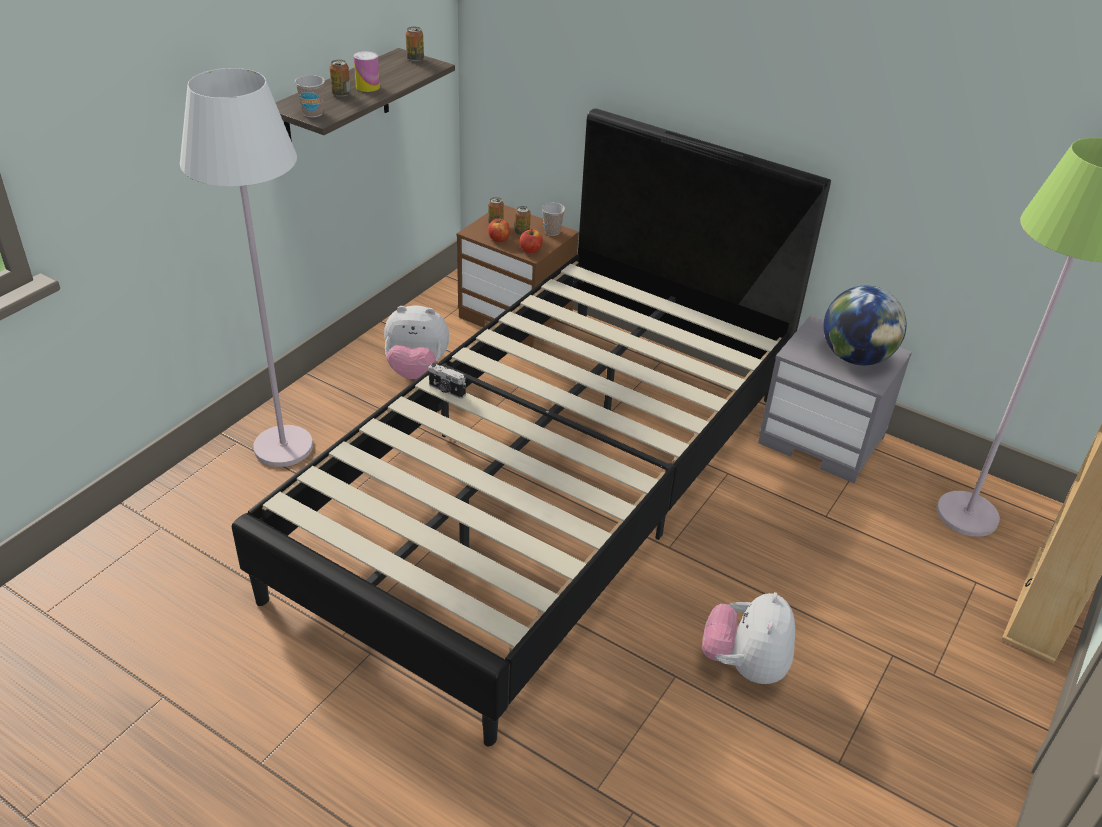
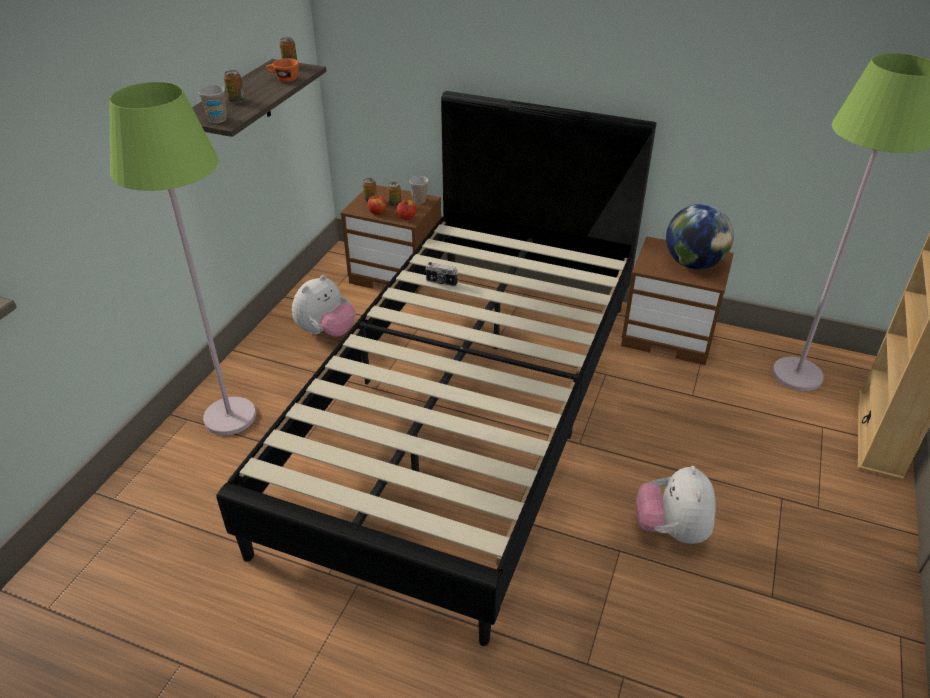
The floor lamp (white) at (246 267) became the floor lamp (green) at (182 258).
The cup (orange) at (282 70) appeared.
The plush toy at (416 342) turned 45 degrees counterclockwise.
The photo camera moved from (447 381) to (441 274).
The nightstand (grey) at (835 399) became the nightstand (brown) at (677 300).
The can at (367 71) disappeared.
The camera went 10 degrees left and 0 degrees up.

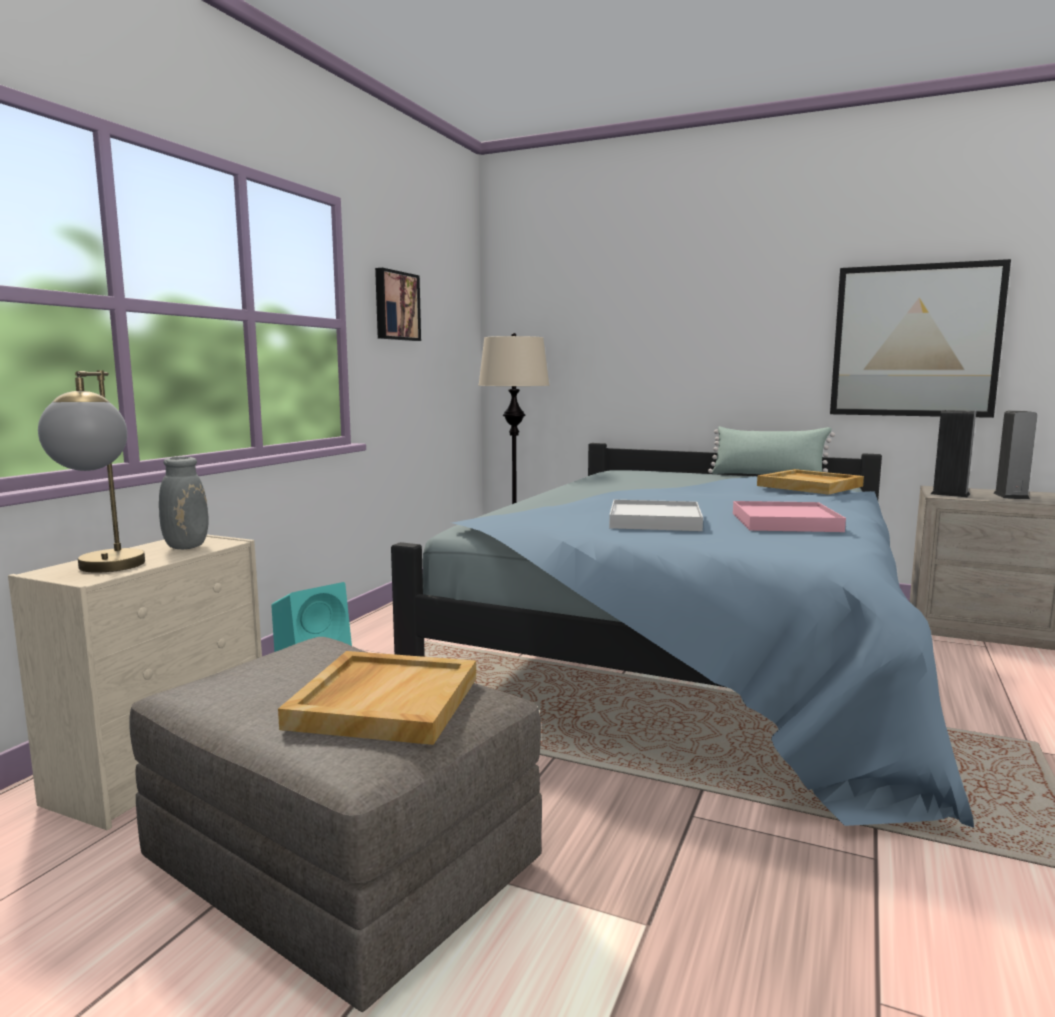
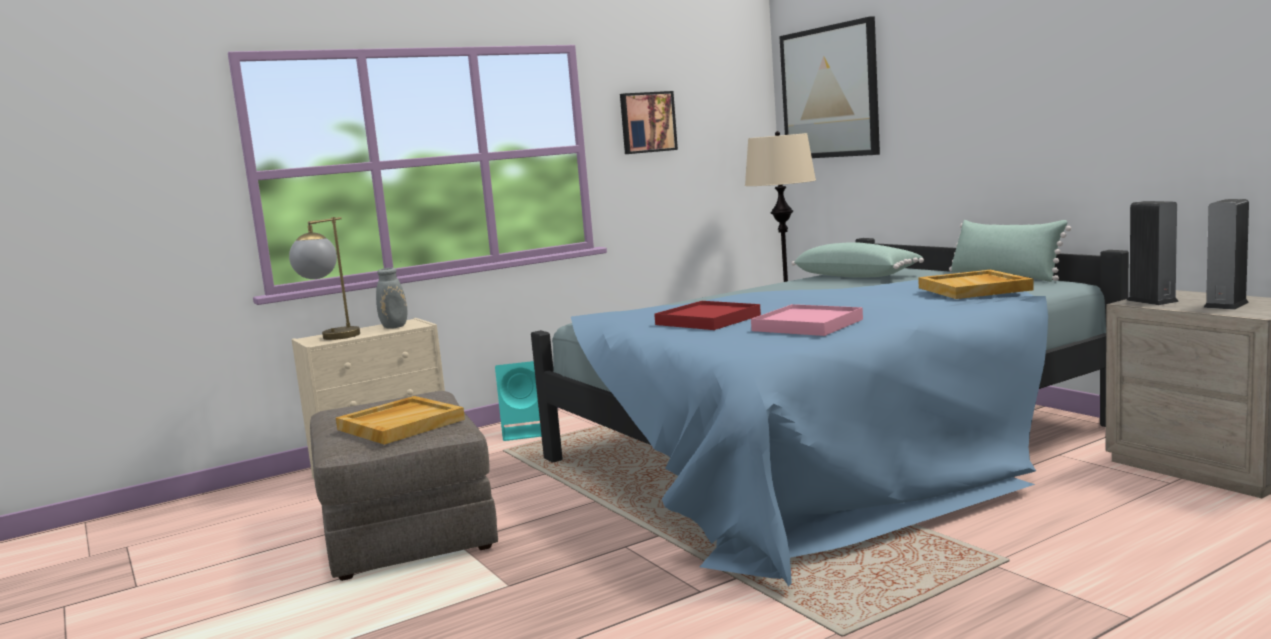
The tray (white) at (656 515) became the tray (red) at (707 315).
The picture moved from (920 338) to (829 87).
The pillow (green) at (858 260) appeared.
The camera went 35 degrees right and 0 degrees up.

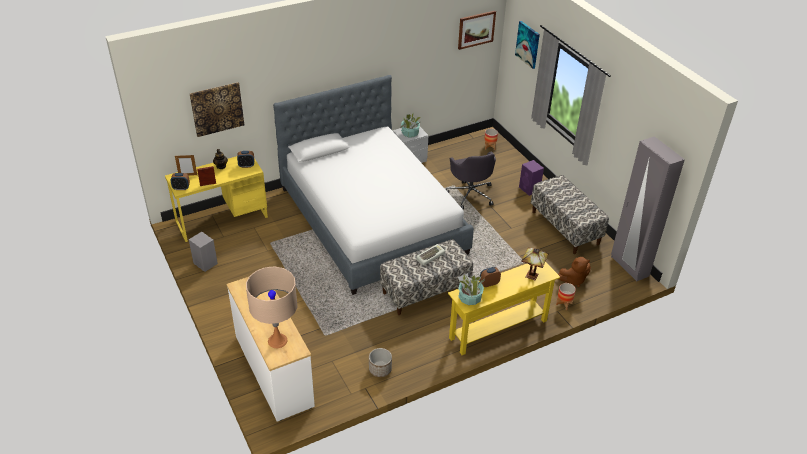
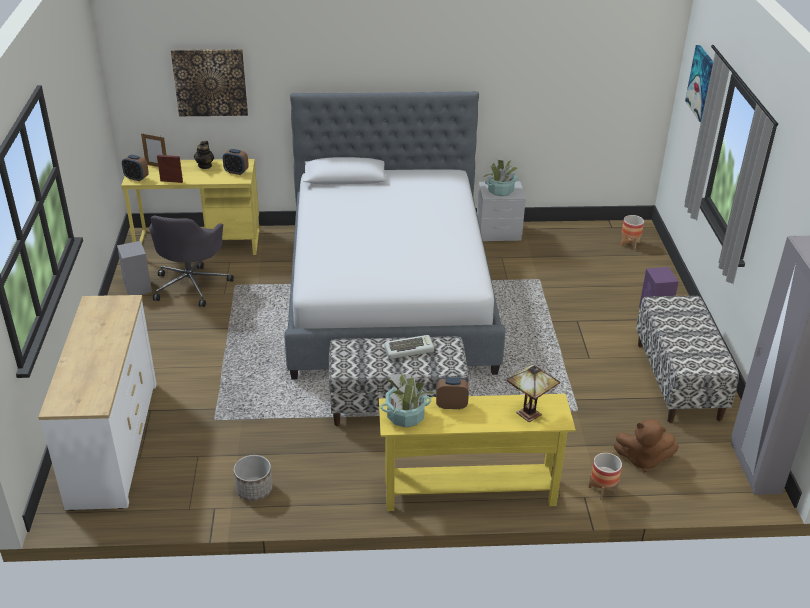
The office chair (grey) moved from (471 180) to (191 261).
The table lamp (beige) at (271 307) disappeared.
The picture at (477 30) disappeared.
The camera went 25 degrees right and 5 degrees down.

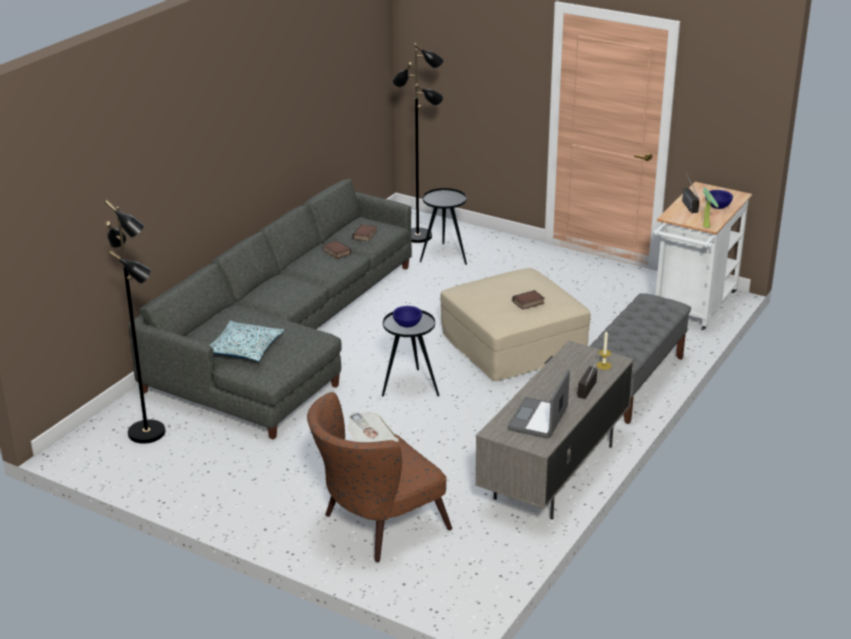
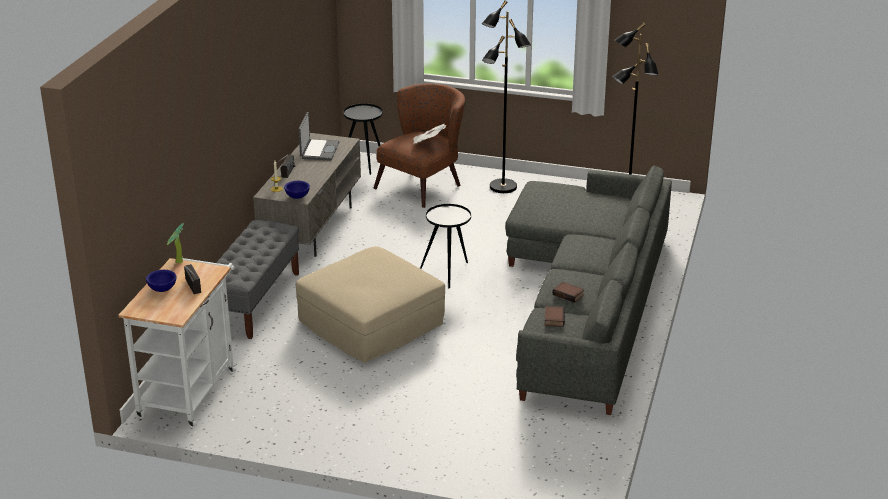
The bowl (blue) moved from (407 317) to (297 190).
The side table (black) moved from (443 226) to (363 139).
The floor lamp (black) moved from (418 143) to (506 96).
The pillow at (246 341) disappeared.
The book at (528 300) disappeared.
The camera went 165 degrees right and 0 degrees up.

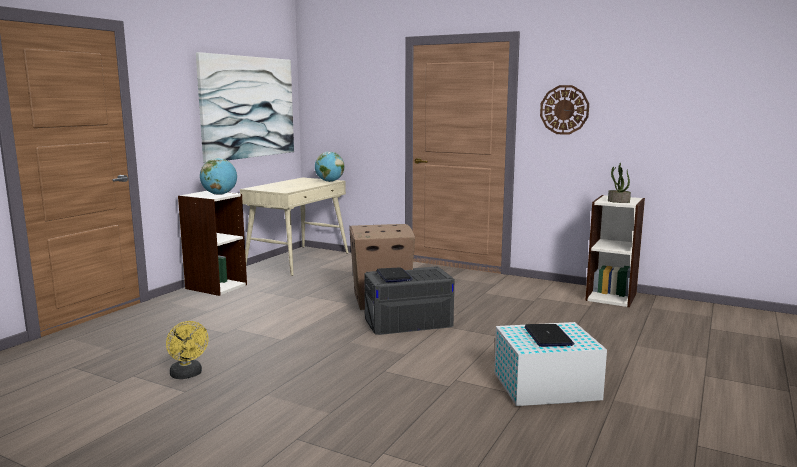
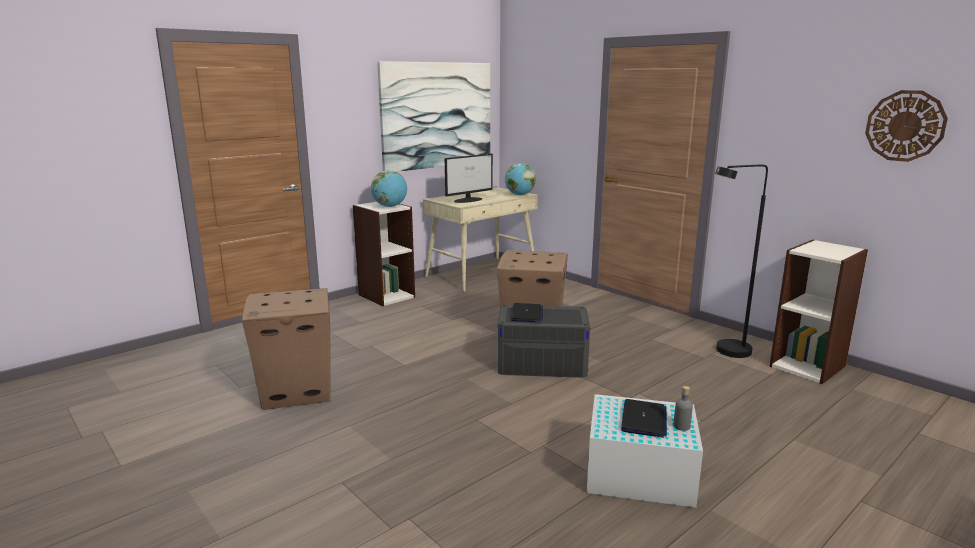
The fan (yellow) at (187 350) was replaced by the cardboard box at (286 349).
The monitor at (469 178) appeared.
The bottle (grey) at (683 408) appeared.
The floor lamp (black) at (741 261) appeared.
The wall clock moved from (564 110) to (906 126).
The potted plant at (619 183) disappeared.
The camera went 20 degrees right and 5 degrees up.

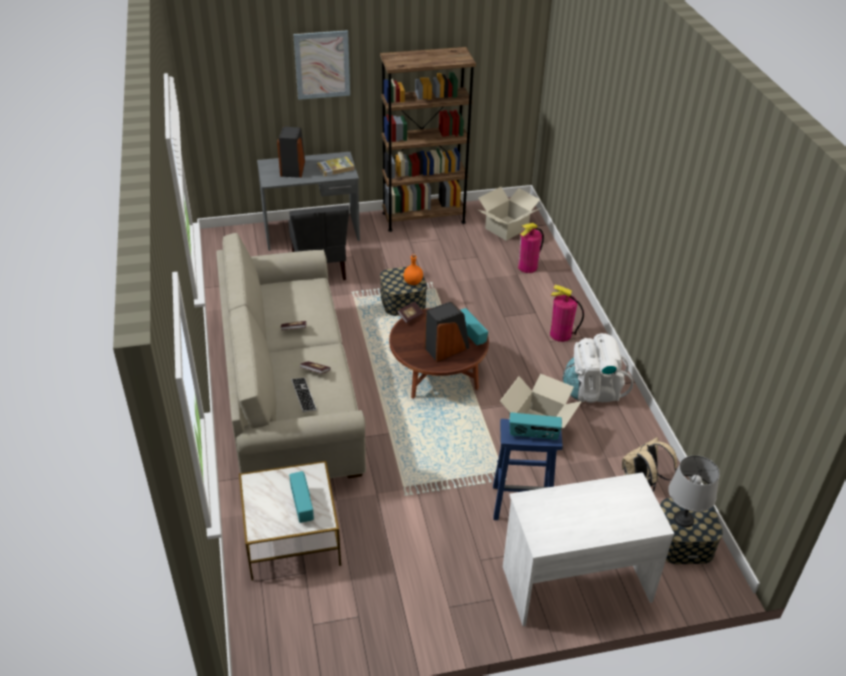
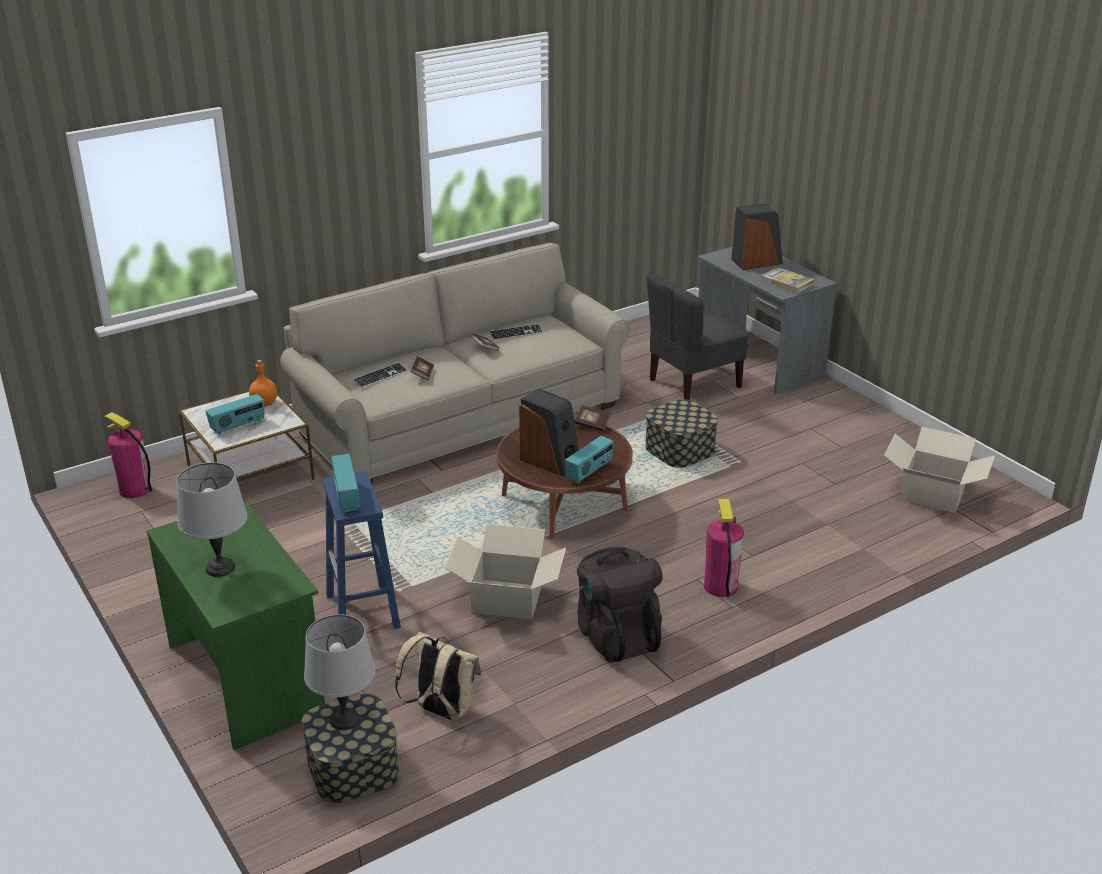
The fire extinguisher moved from (531 248) to (128 455).
The desk (white) at (588 549) became the desk (green) at (236 625).
The table lamp (grey) at (212 519) appeared.
The bottle (orange) moved from (413 269) to (263 383).
The keyboard at (516 332) appeared.
The backpack (white) at (598 368) became the backpack (black) at (620 605).
The picture at (321 65) disappeared.
The bookcase (brown) at (428 139) disappeared.
The camera went 70 degrees right and 10 degrees down.

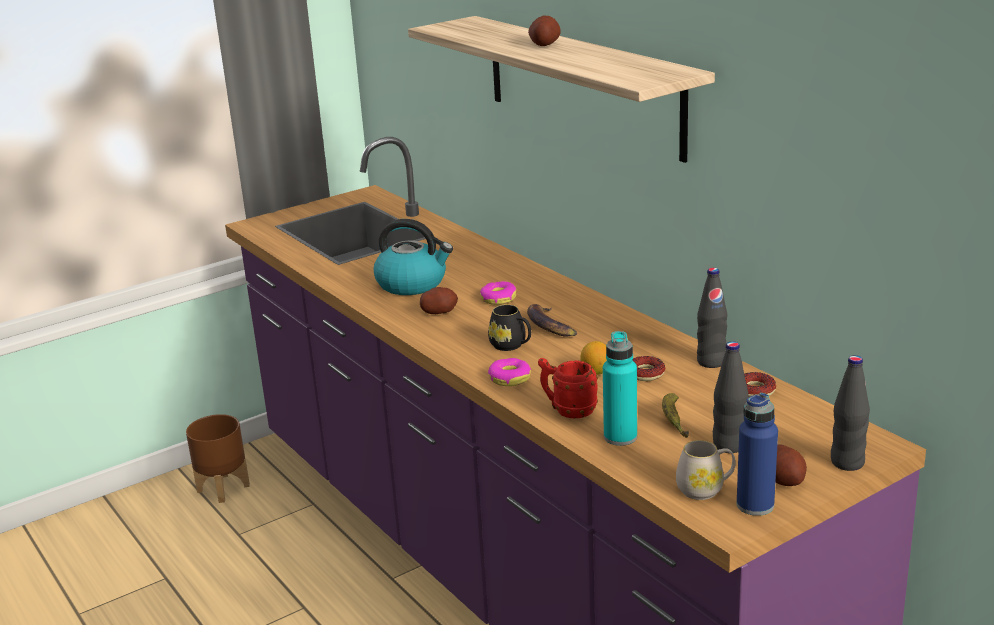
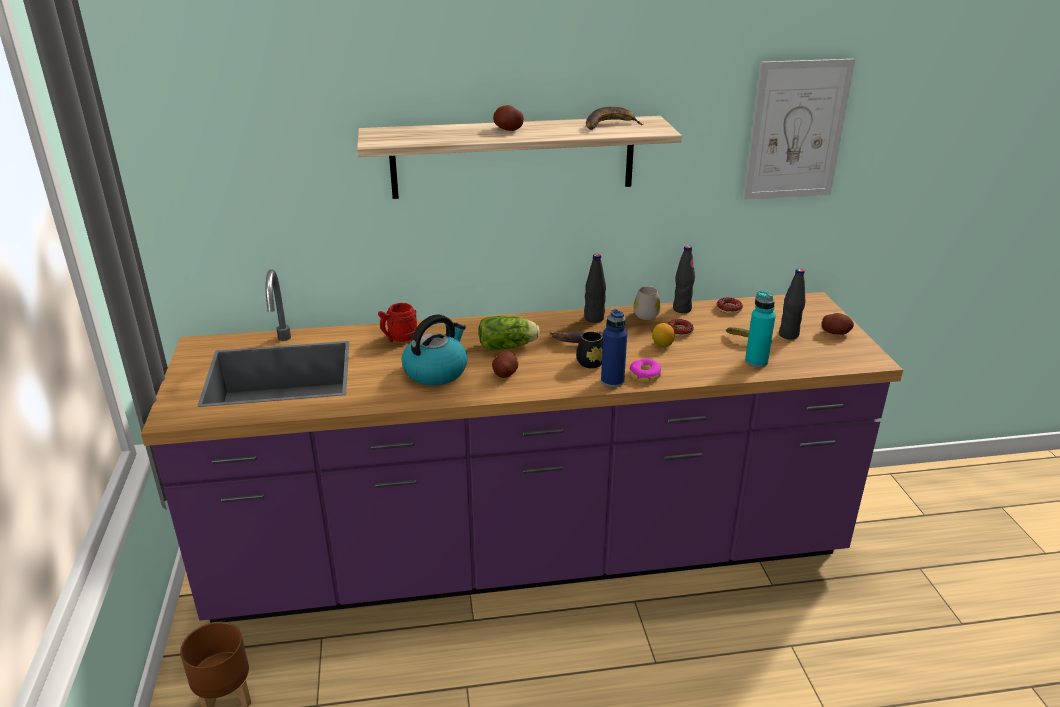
The mug (red) moved from (568 388) to (397 322).
The donut at (498 293) was replaced by the lettuce at (509 333).
The bottle (black) moved from (850 413) to (595 288).
The banana at (614 118) appeared.
The bottle (blue) moved from (757 454) to (614 348).
The mug (white) moved from (706 470) to (647 303).
The picture at (799 129) appeared.
The camera went 65 degrees left and 5 degrees up.

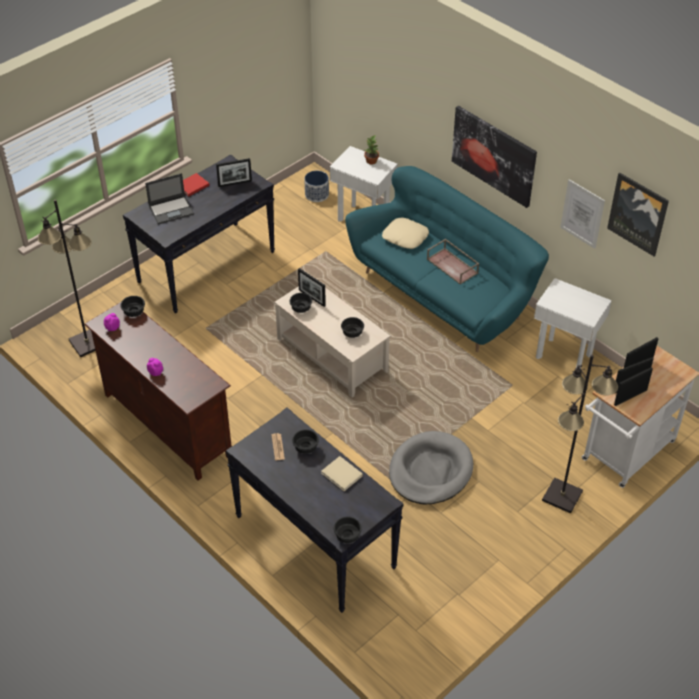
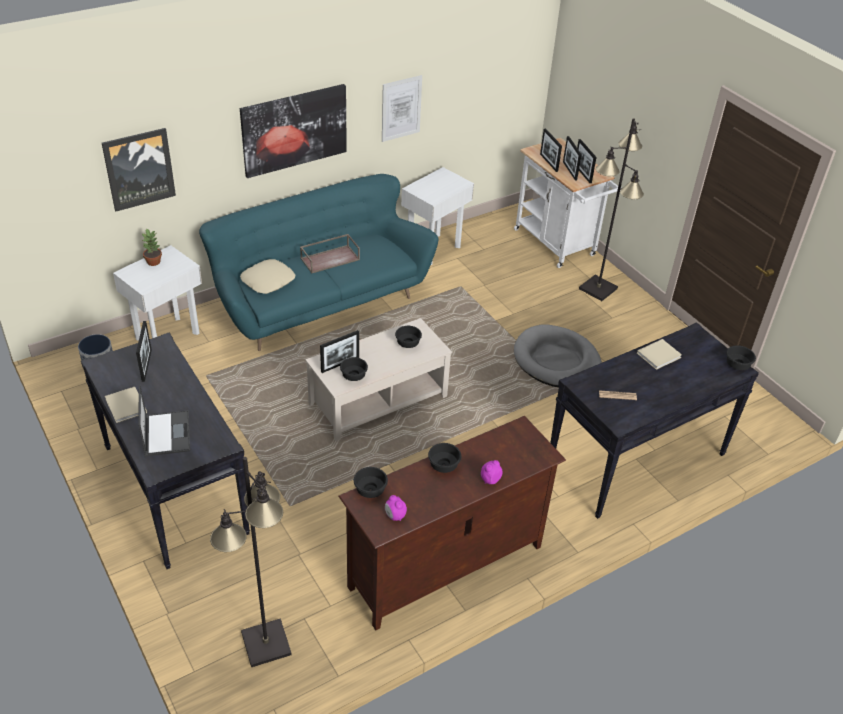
The picture moved from (638 214) to (139 169).
The book (red) at (196 184) became the book (beige) at (126 405).
The bowl (black) moved from (305 441) to (444 458).
The camera went 80 degrees left and 5 degrees down.

